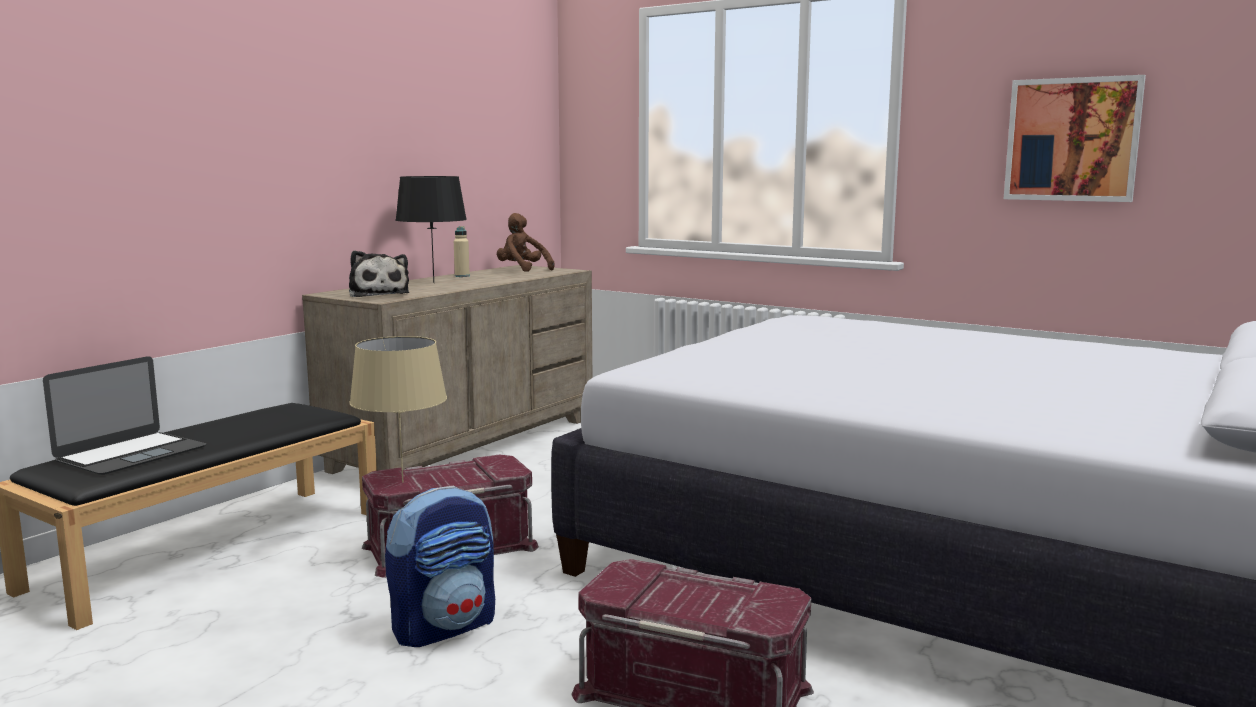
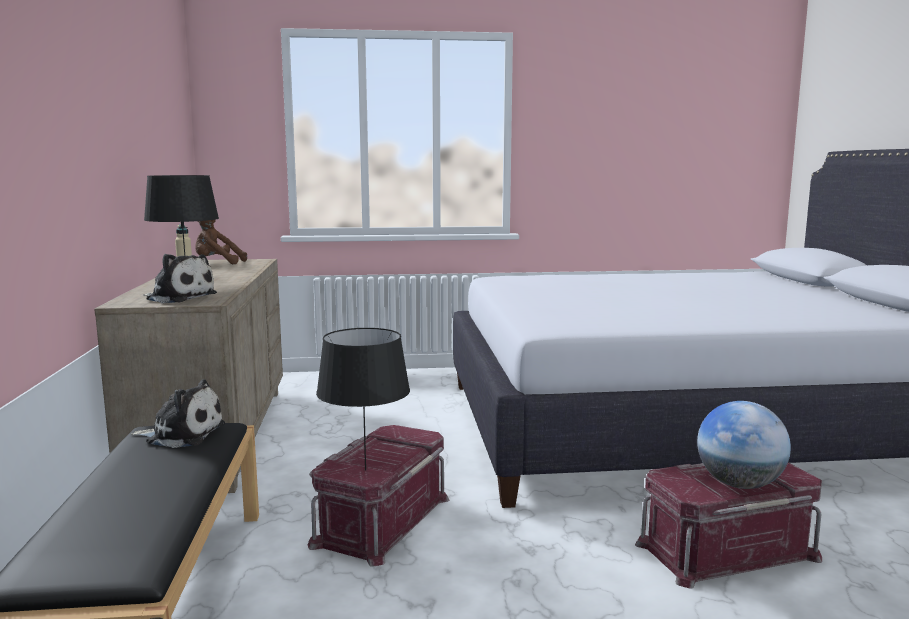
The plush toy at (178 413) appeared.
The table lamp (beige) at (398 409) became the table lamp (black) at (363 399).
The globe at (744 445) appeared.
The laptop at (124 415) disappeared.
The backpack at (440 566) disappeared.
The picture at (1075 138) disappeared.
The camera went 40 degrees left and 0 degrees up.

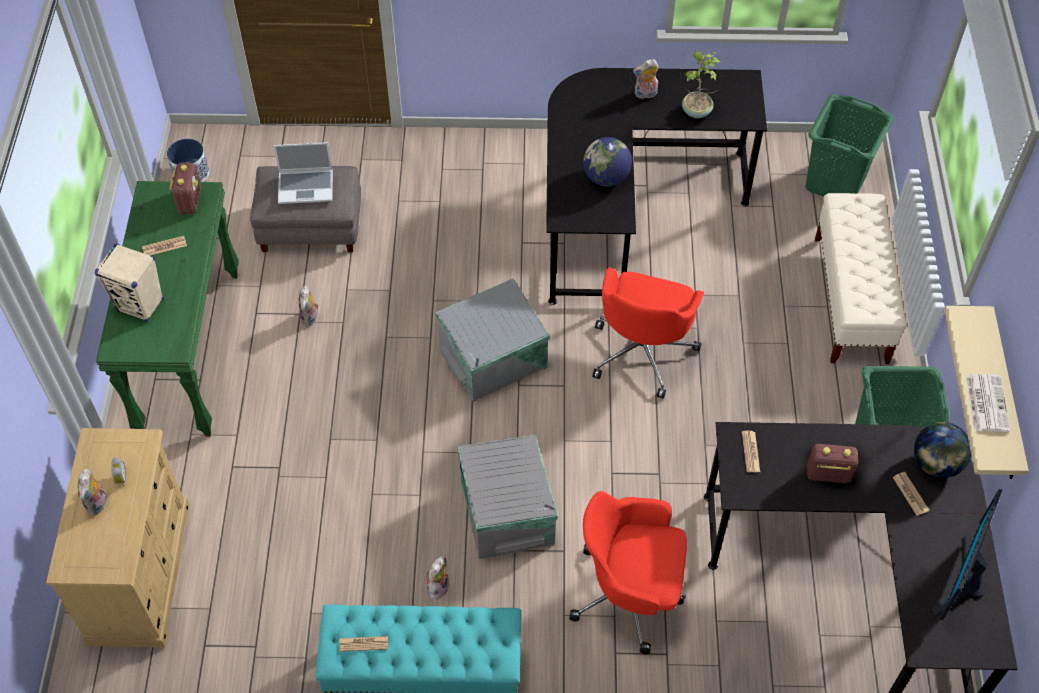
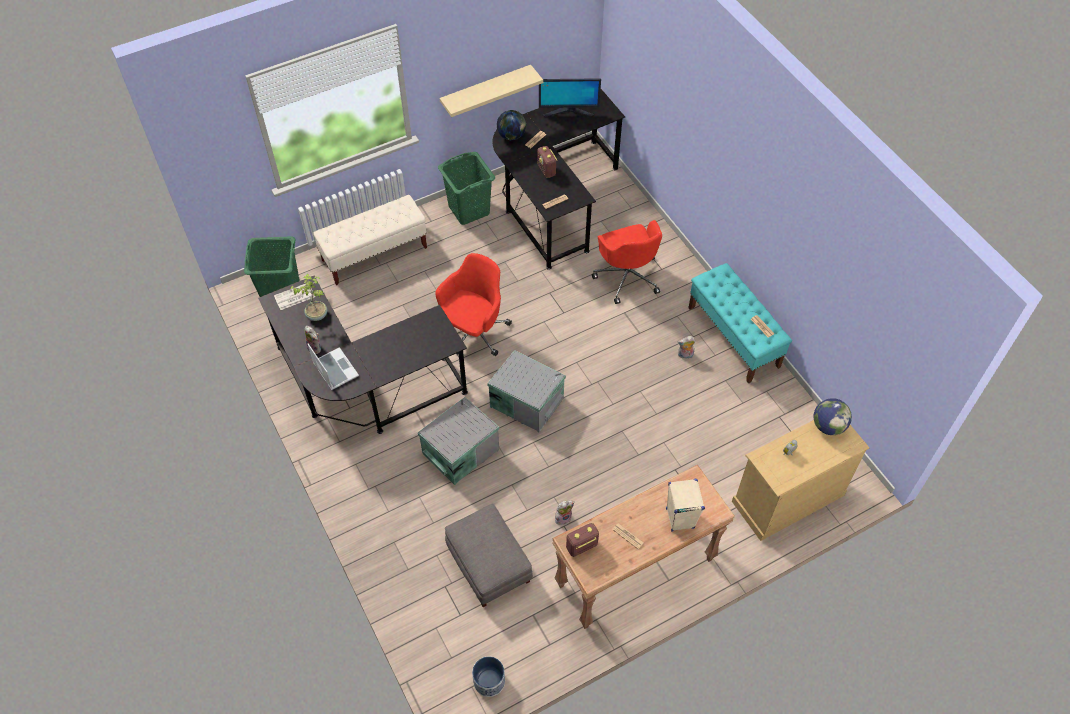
The newspaper moved from (988 403) to (294 297).
The laptop moved from (303 173) to (333 367).
The storage box (grey) moved from (507 497) to (458 441).
The office chair (red) at (648 333) turned 45 degrees counterclockwise.
The console table (green) at (167 309) became the console table (brown) at (643 547).
The globe moved from (607 161) to (833 416).
The plush toy at (92 492) disappeared.
The camera went 120 degrees left and 0 degrees up.

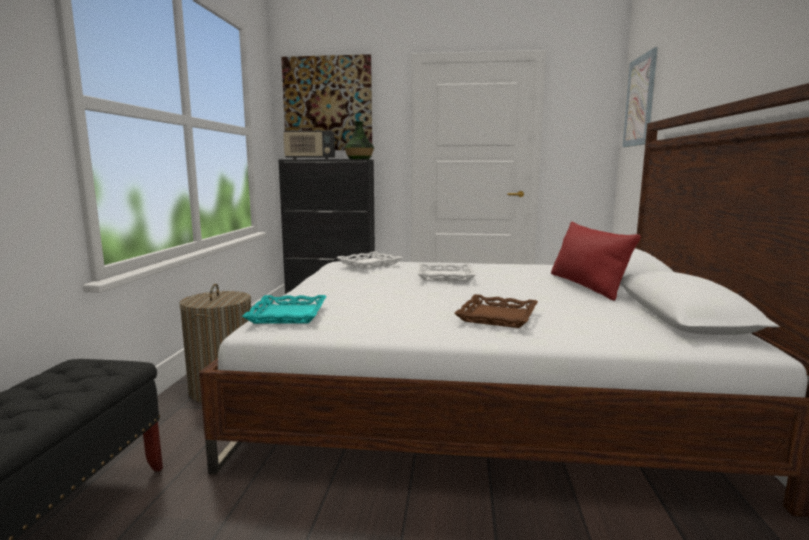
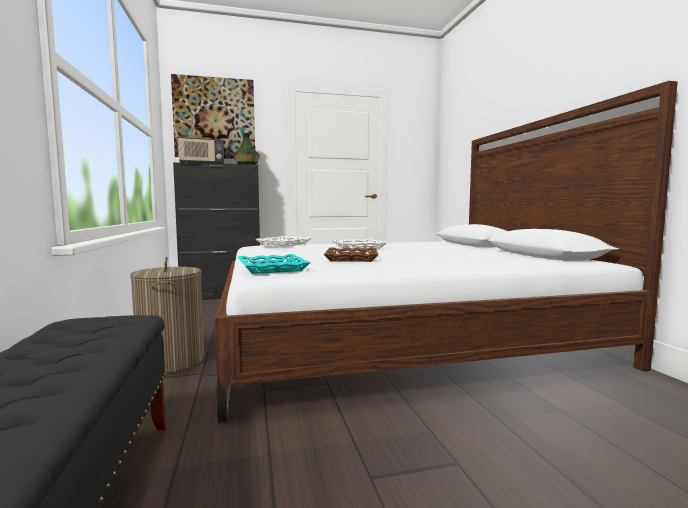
The tray (brown) moved from (496 311) to (351 254).
The pillow (red) at (596 261) disappeared.
The picture at (640 97) disappeared.
The camera went 20 degrees left and 5 degrees down.

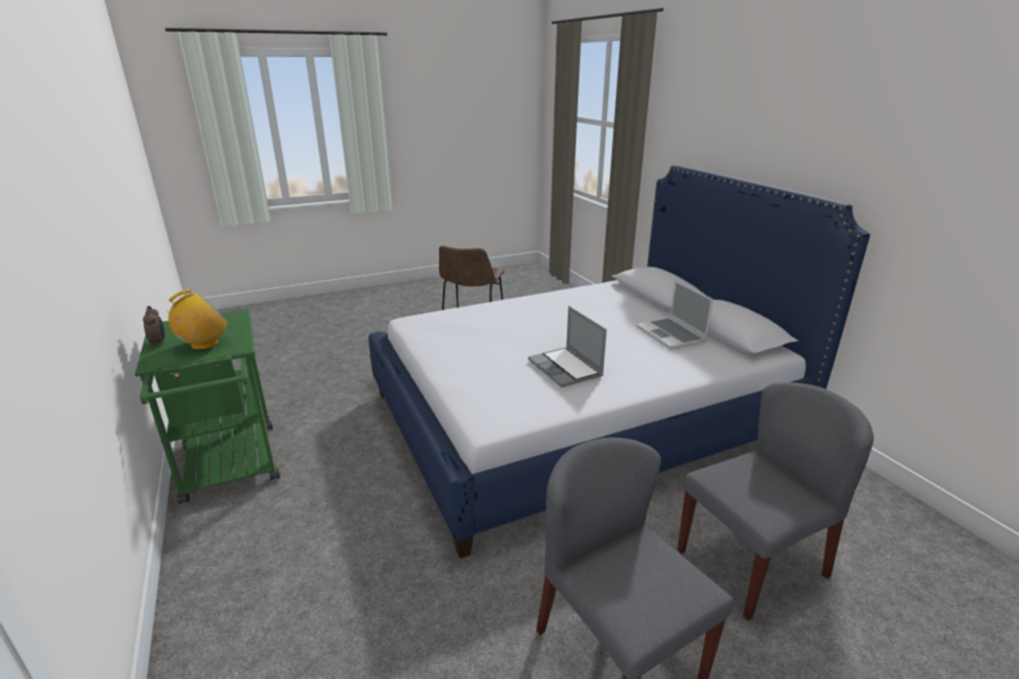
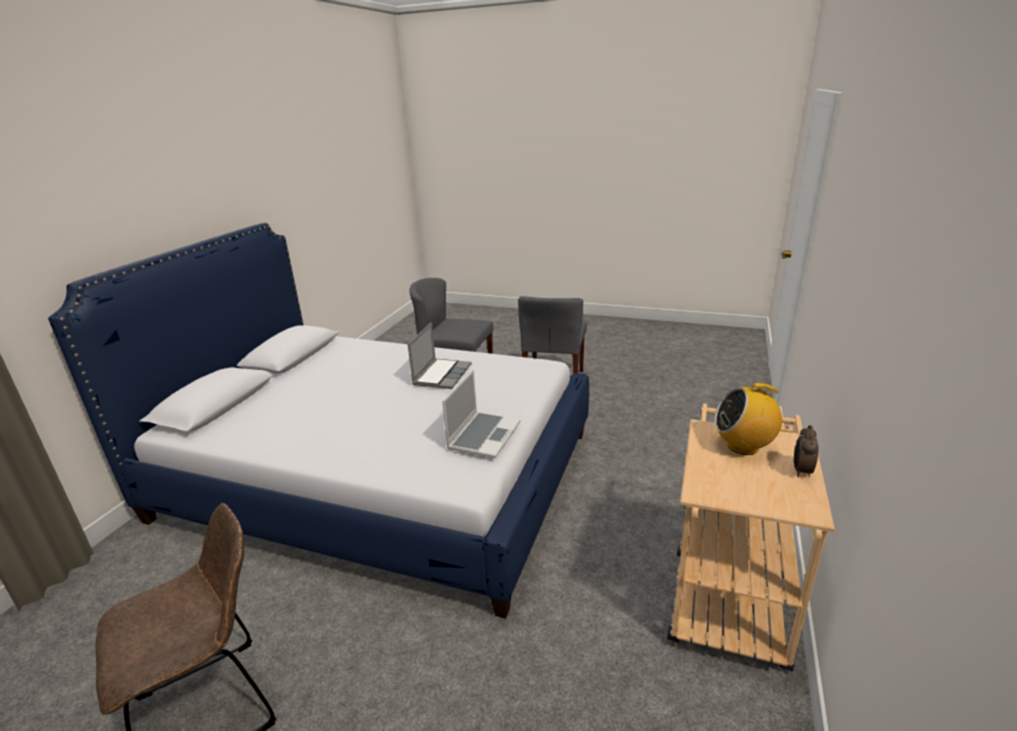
The laptop moved from (674 315) to (481 414).
The cart (green) at (207 406) became the cart (beige) at (751 537).
The camera went 135 degrees left and 0 degrees up.

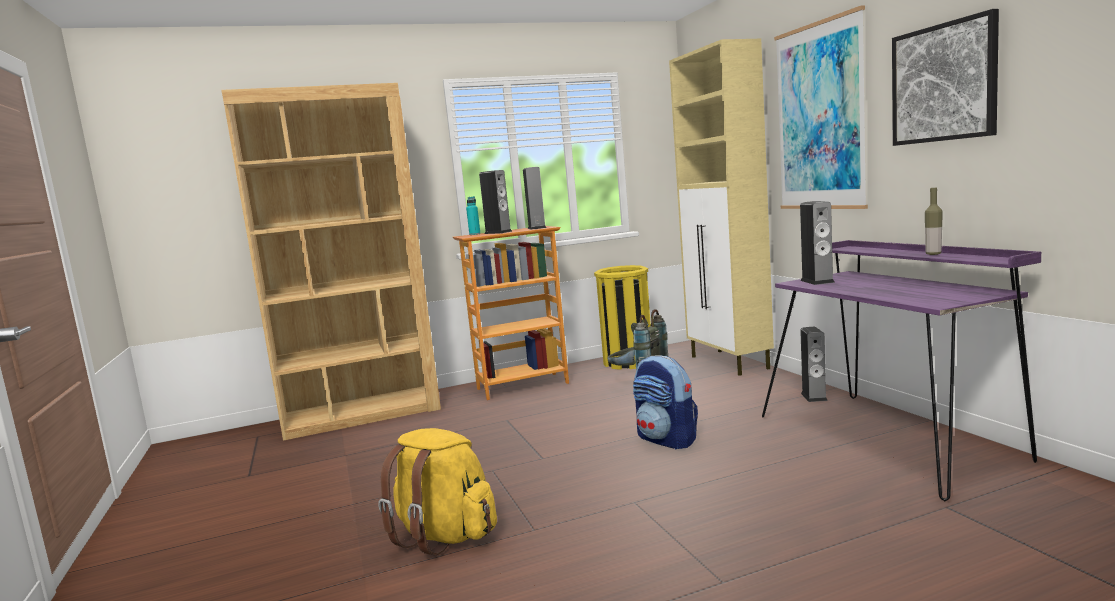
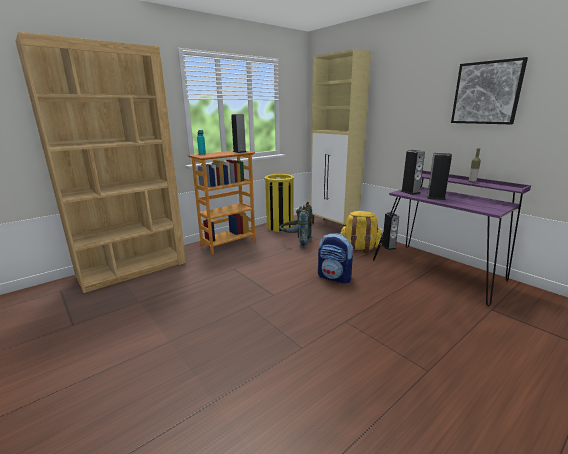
The backpack (yellow) moved from (437 491) to (360 232).
The speaker moved from (495 202) to (439 176).
The picture at (821 107) disappeared.
The camera went 20 degrees left and 10 degrees up.

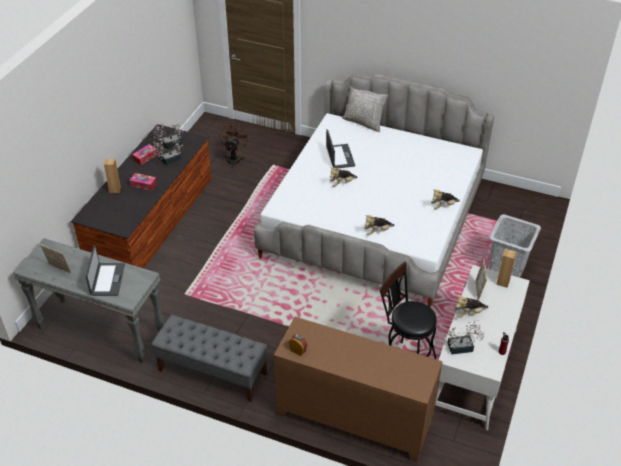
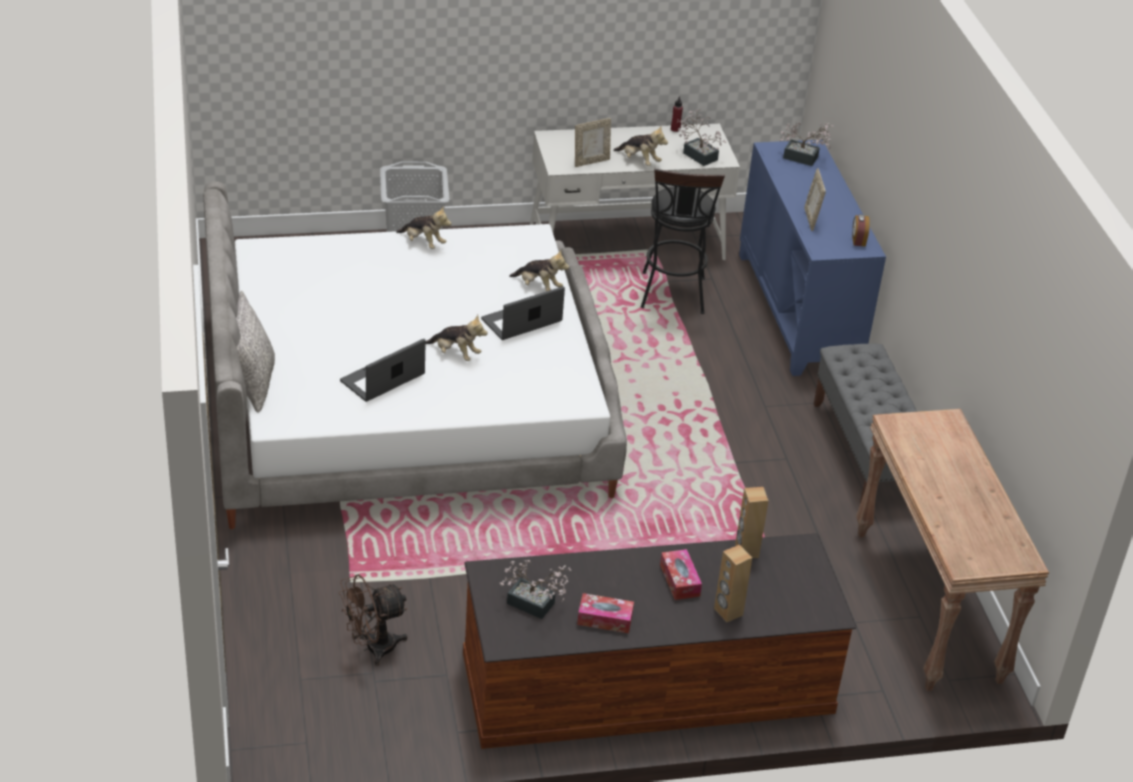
The laptop moved from (105 270) to (523 313).
The speaker (brown) moved from (506 268) to (752 523).
The cabinet (brown) at (358 389) became the cabinet (blue) at (812 258).
The potted plant moved from (168 152) to (807 144).
The picture frame moved from (56 258) to (815 199).
The console table (grey) at (89 301) became the console table (brown) at (952 550).
The camera went 125 degrees left and 5 degrees down.

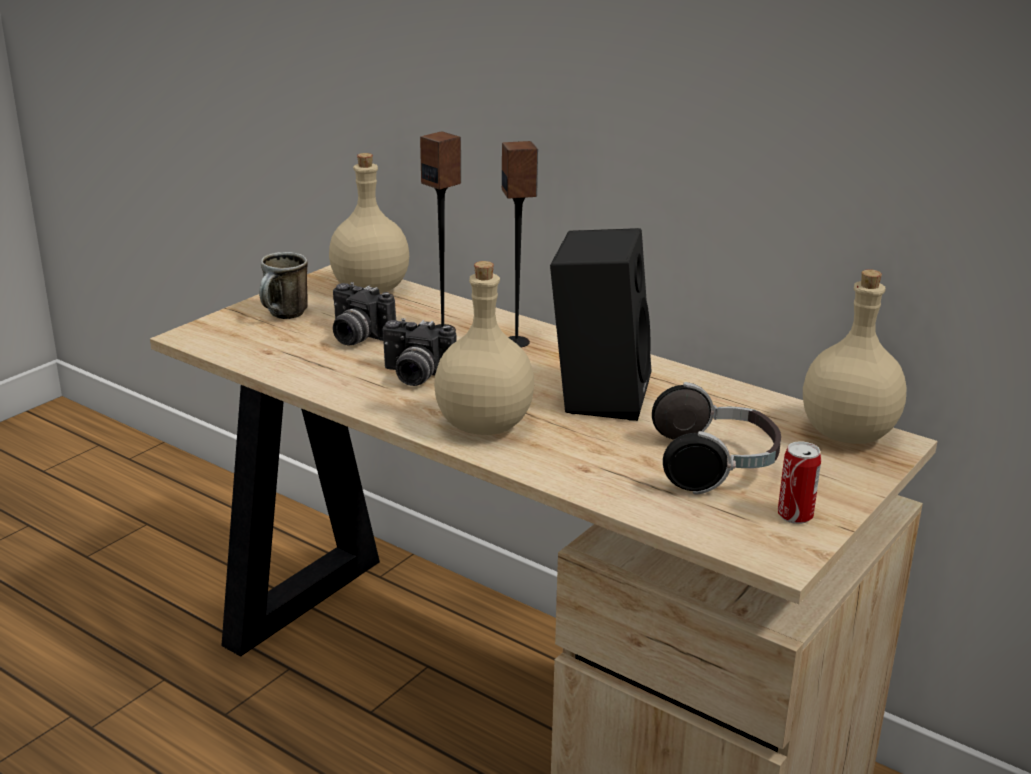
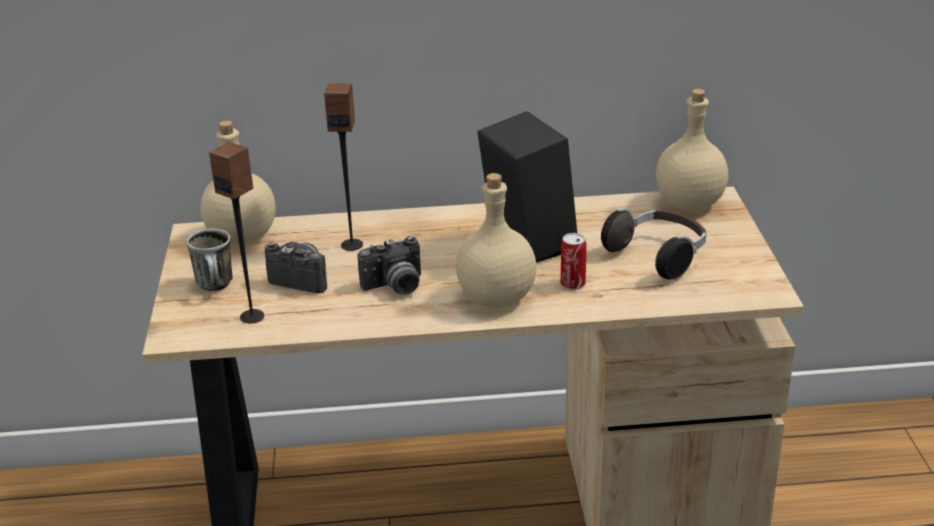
The speaker moved from (520 244) to (236 232).
The photo camera at (364 314) turned 150 degrees counterclockwise.
The can moved from (799 483) to (574 261).
The camera went 40 degrees left and 5 degrees up.

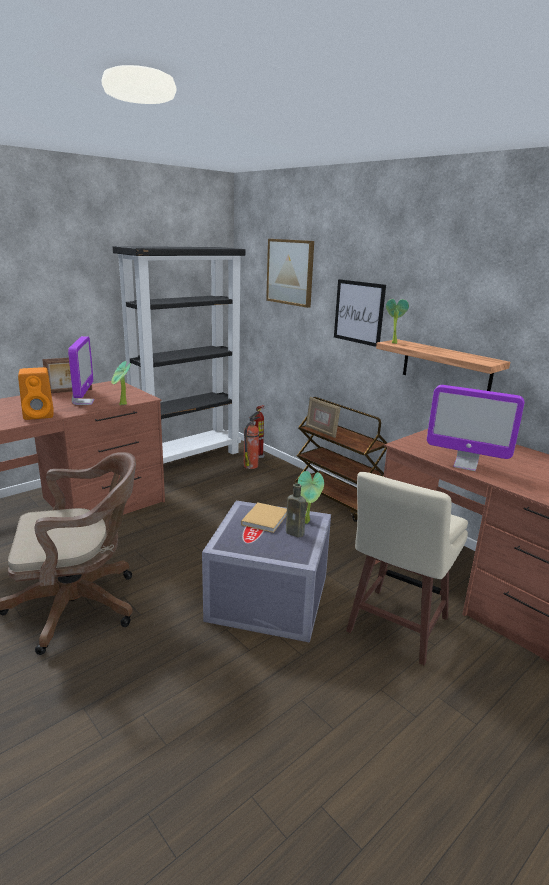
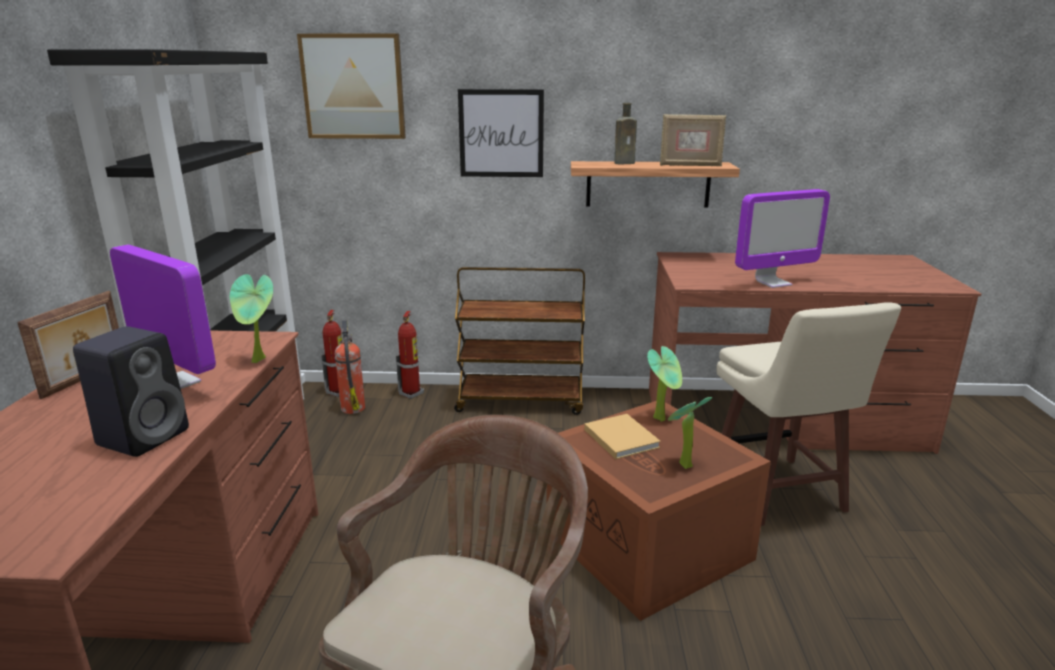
The speaker (orange) at (36 393) became the speaker (black) at (131 391).
The fire extinguisher at (410 355) appeared.
The storage box (grey) at (266 572) became the storage box (brown) at (658 511).
The bottle (brown) moved from (296 510) to (625 133).
The picture frame moved from (323 417) to (693 140).
The potted plant moved from (397 321) to (690 433).
The camera went 45 degrees left and 0 degrees up.

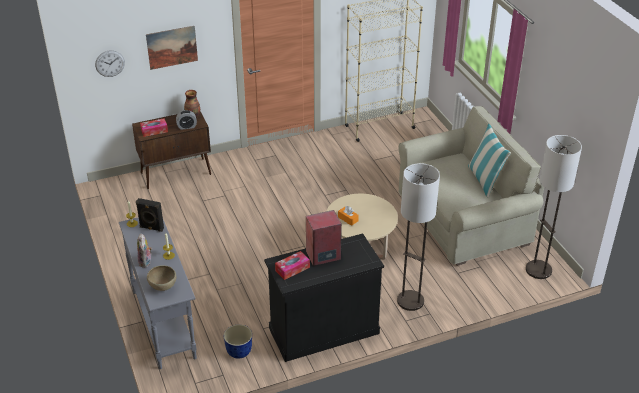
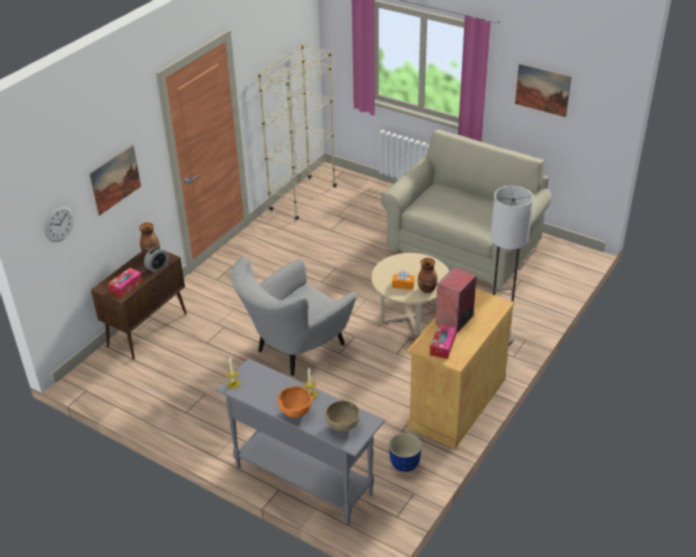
The armchair (grey) at (294 316) appeared.
The plush toy at (144 251) was replaced by the bowl (orange) at (295 402).
The cabinet (black) at (324 297) became the cabinet (beige) at (460 369).
The vase at (428 275) appeared.
The picture at (543 90) appeared.
The speaker (black) at (150 215) disappeared.
The pillow at (489 160) disappeared.
The floor lamp at (554 207) disappeared.
The camera went 35 degrees left and 0 degrees up.

